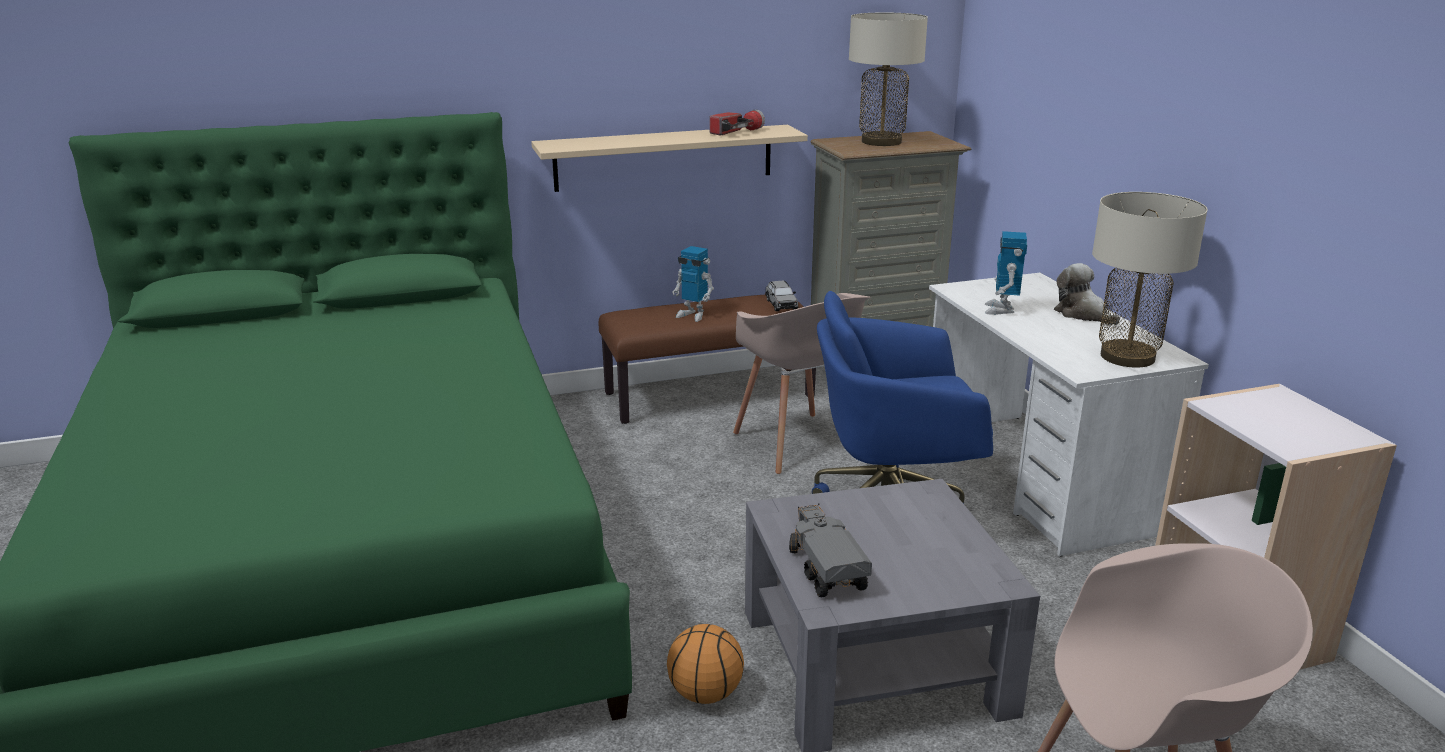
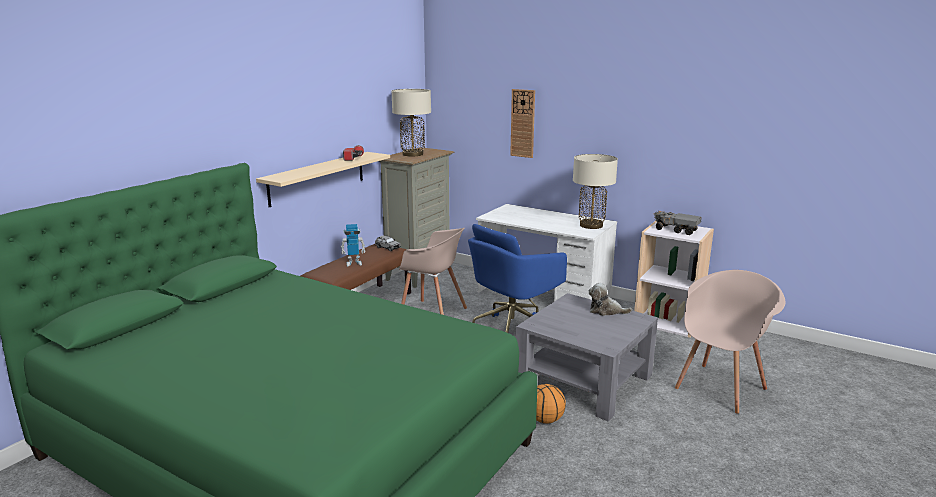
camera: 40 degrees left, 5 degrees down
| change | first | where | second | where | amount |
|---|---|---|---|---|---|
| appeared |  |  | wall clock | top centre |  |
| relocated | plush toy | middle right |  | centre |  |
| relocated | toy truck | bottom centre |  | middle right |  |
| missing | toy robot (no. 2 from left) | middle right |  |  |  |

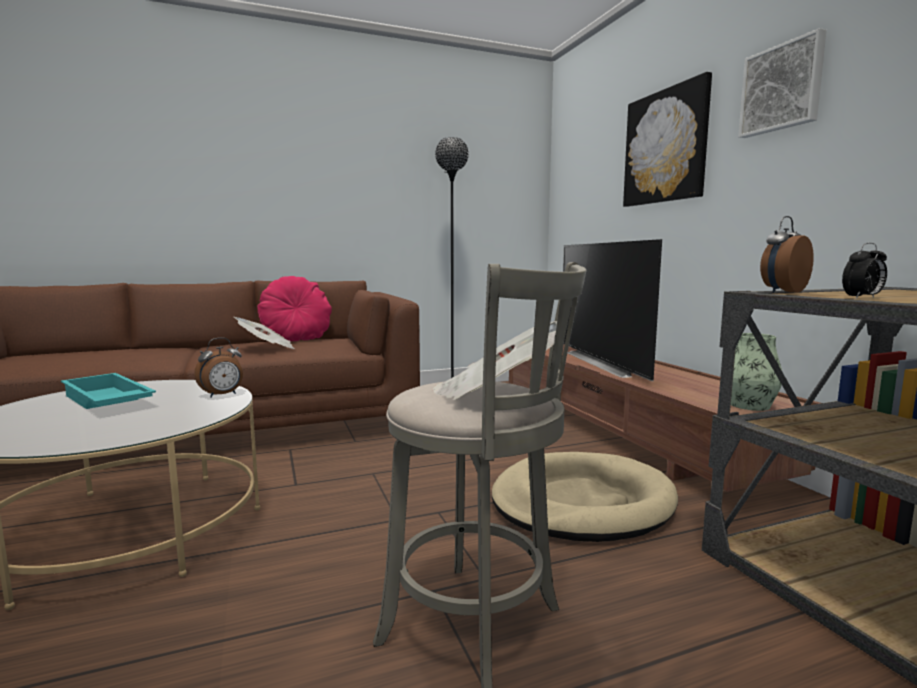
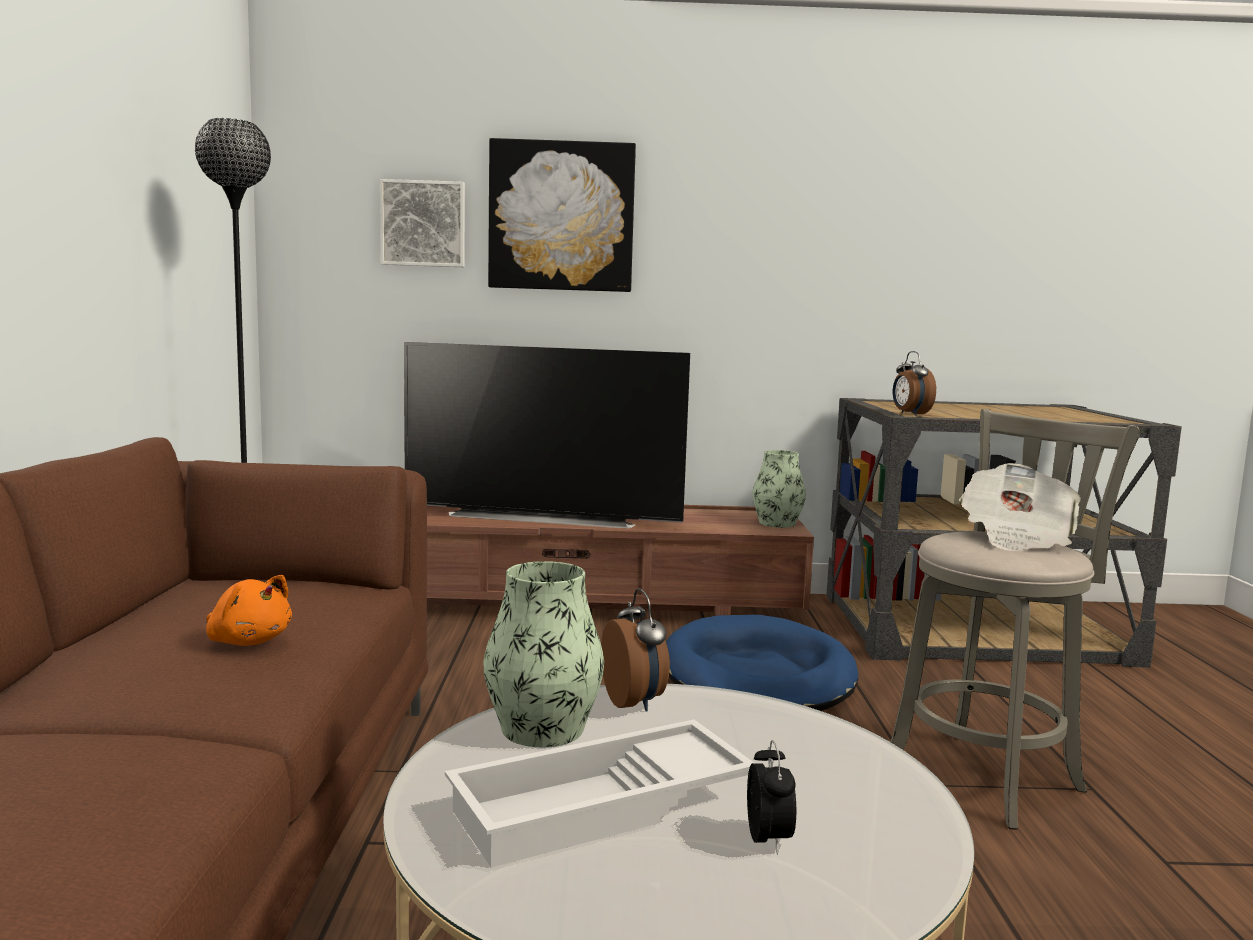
camera: 70 degrees left, 0 degrees up
| change | first | where | second | where | amount |
|---|---|---|---|---|---|
| exchanged | newspaper (no. 1 from left) | middle left | orange plush toy | middle left |  |
| relocated | picture (no. 2 from left in the first image) | top right | picture (no. 1 from left) | top centre |  |
| colour | turquoise tray | middle left | white tray | bottom centre |  |
| appeared |  |  | vase (no. 1 from left) | bottom centre |  |
| colour | beige dog bed | bottom centre | blue dog bed | bottom centre |  |
| relocated | alarm clock (no. 3 from left in the first image) | middle right | alarm clock (no. 2 from left) | bottom centre |  |
| missing | pink pillow | middle left |  |  |  |

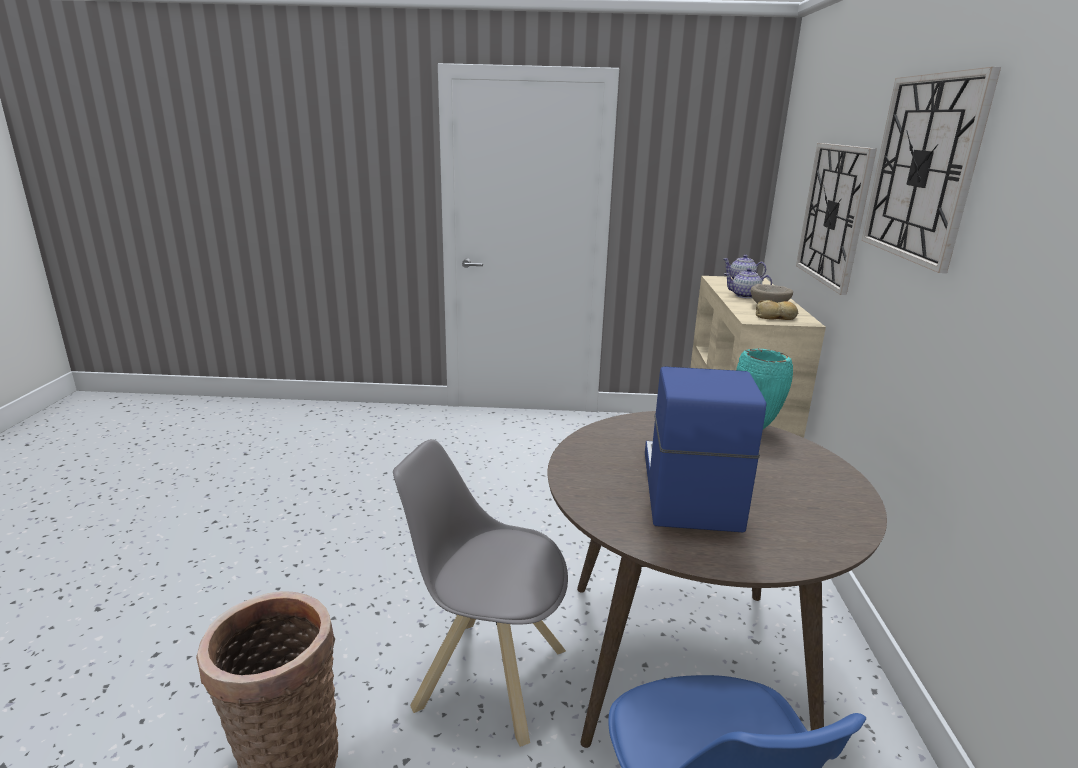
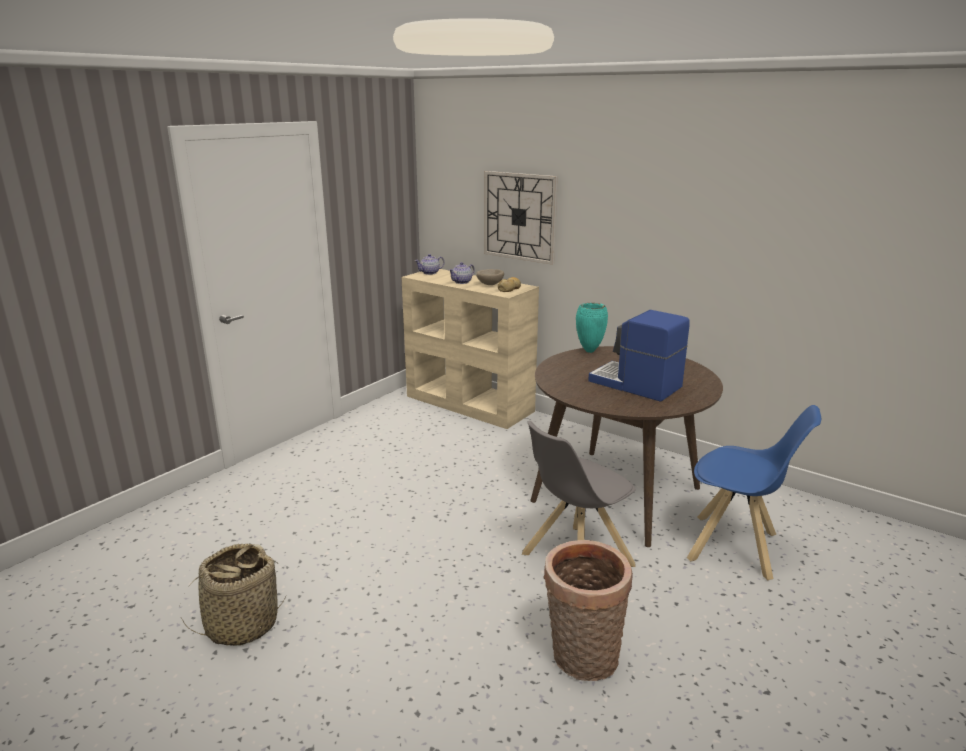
camera: 55 degrees left, 0 degrees up
| change | first | where | second | where | amount |
|---|---|---|---|---|---|
| appeared |  |  | basket (no. 1 from left) | bottom left |  |
| missing | wall clock (no. 2 from left) | top right |  |  |  |

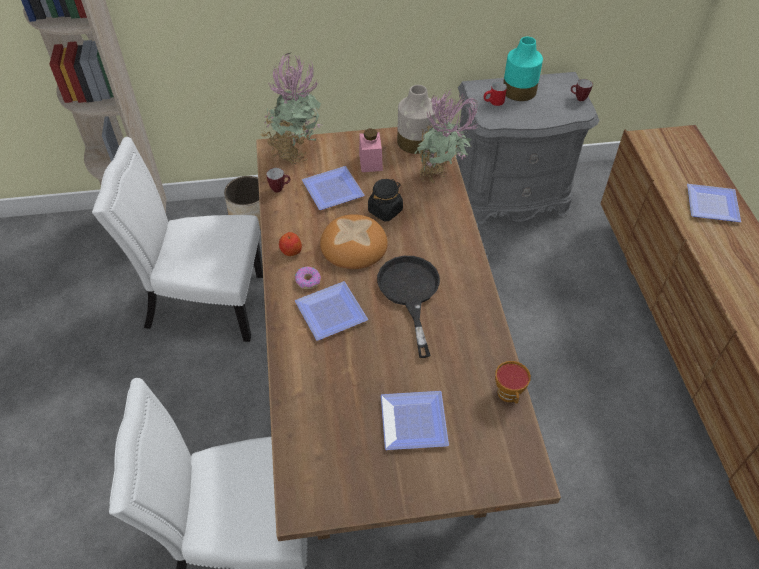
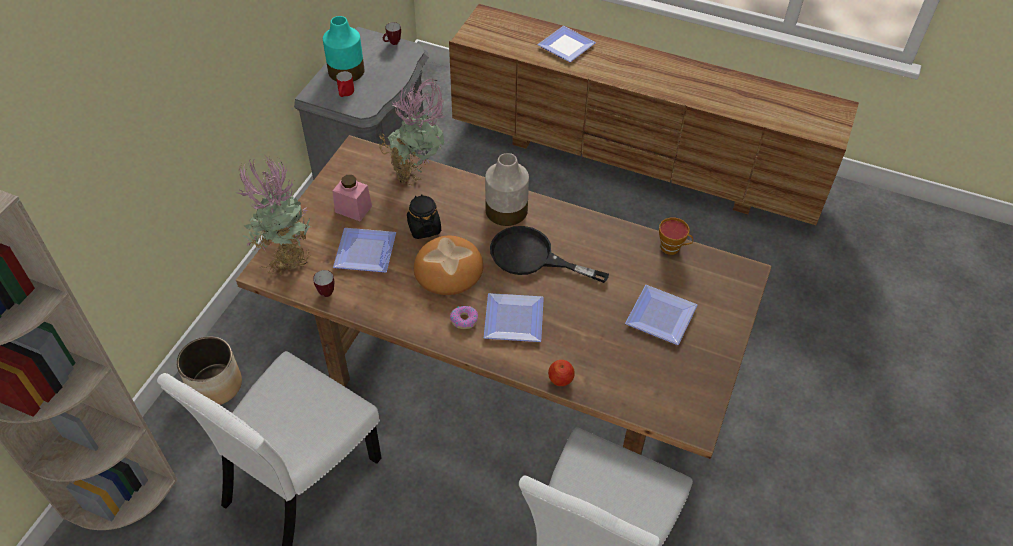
camera: 60 degrees left, 0 degrees up
| change | first | where | second | where | amount |
|---|---|---|---|---|---|
| relocated | beige vase | top centre |  | centre |  |
| relocated | apple | centre |  | bottom centre |  |

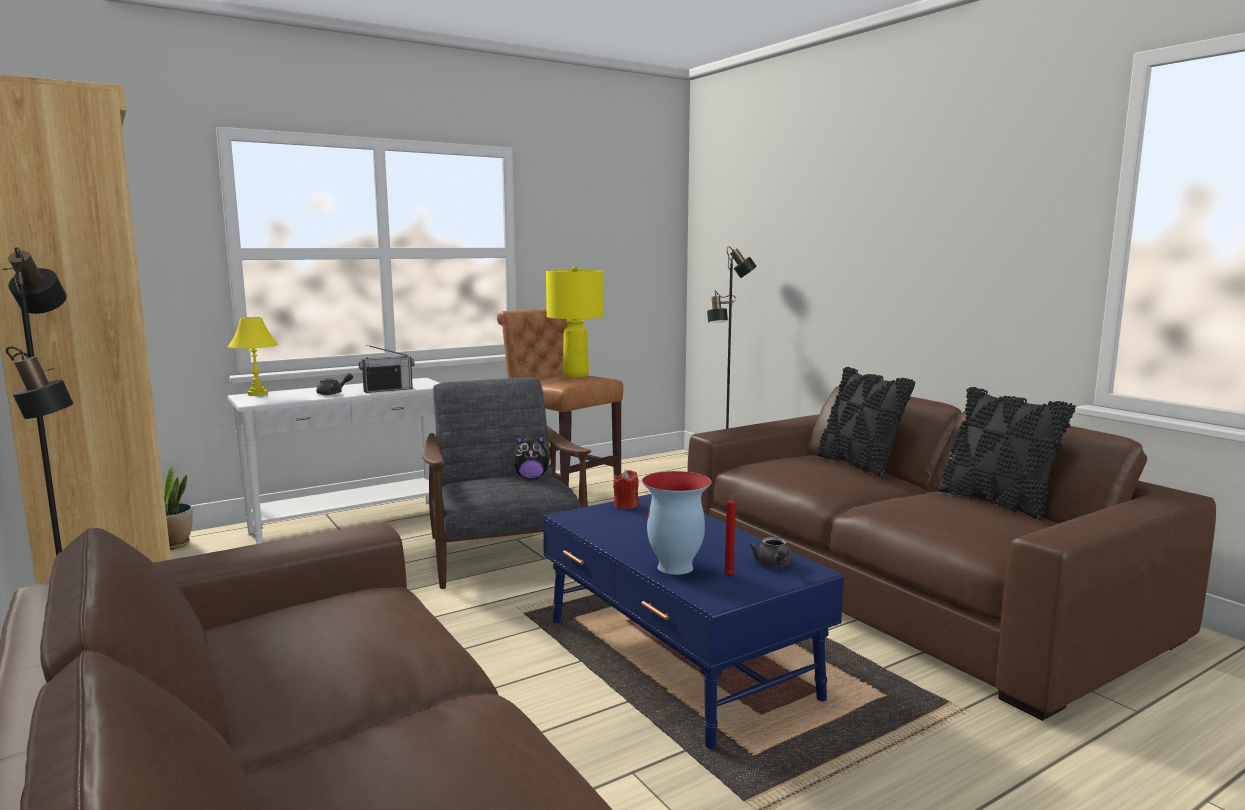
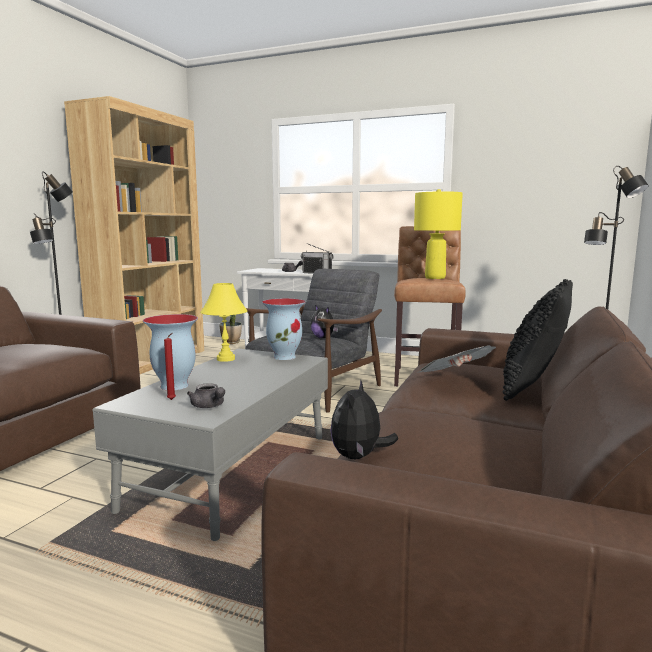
camera: 55 degrees right, 0 degrees up
| change | first | where | second | where | amount |
|---|---|---|---|---|---|
| colour | blue coffee table | bottom centre | grey coffee table | bottom left |  |
| spun | grey teapot (no. 2 from left in the first image) | bottom centre | grey teapot (no. 1 from left) | middle left | 90 degrees counterclockwise |
| relocated | yellow table lamp (no. 1 from left) | middle left |  | centre |  |
| exchanged | red candle (no. 1 from left) | centre | vase (no. 2 from left) | centre |  |
| appeared |  |  | plush toy (no. 2 from left) | centre |  |
| appeared |  |  | newspaper | middle right |  |
| missing | black pillow (no. 2 from left) | middle right |  |  |  |

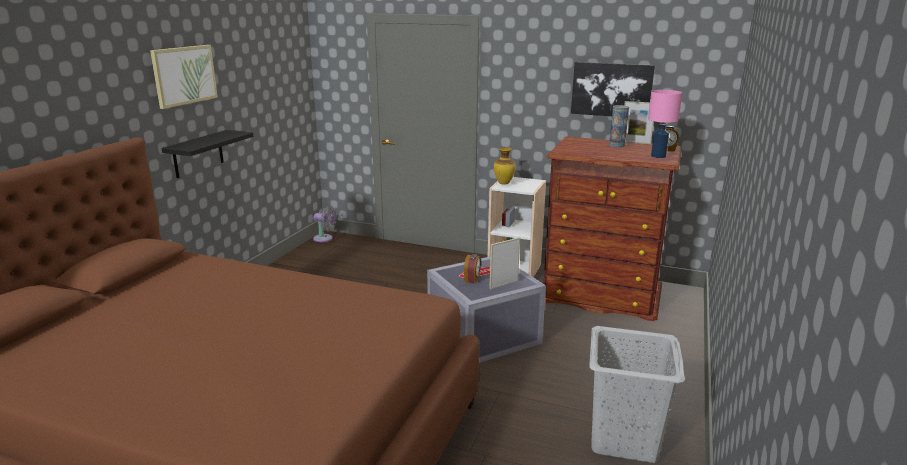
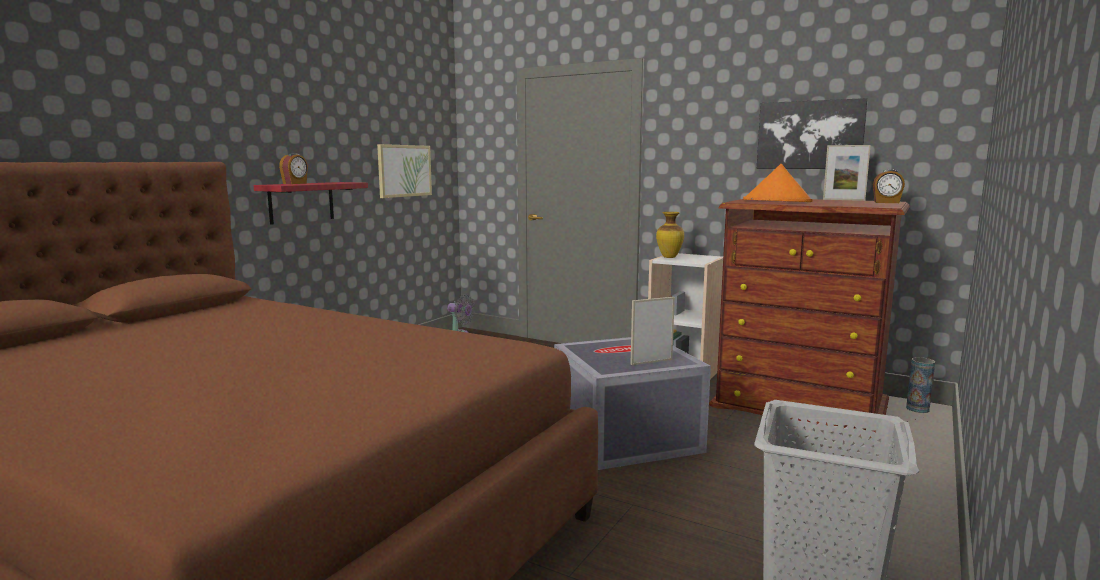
camera: 10 degrees right, 10 degrees down
| change | first | where | second | where | amount |
|---|---|---|---|---|---|
| colour | black shelf | top left | red shelf | middle left |  |
| relocated | alarm clock (no. 1 from left) | centre |  | top left |  |
| relocated | picture (no. 1 from left) | top left |  | top centre |  |
| appeared |  |  | orange hat | top right |  |
| relocated | vase (no. 2 from left) | top right |  | middle right |  |
| missing | pink table lamp | top right |  |  |  |

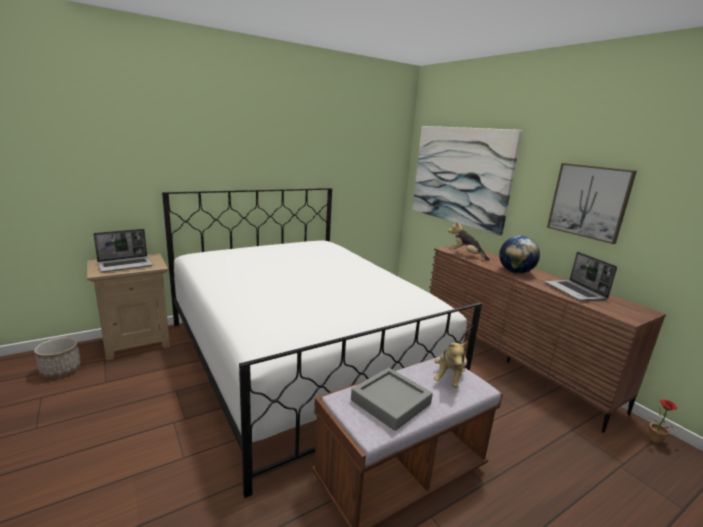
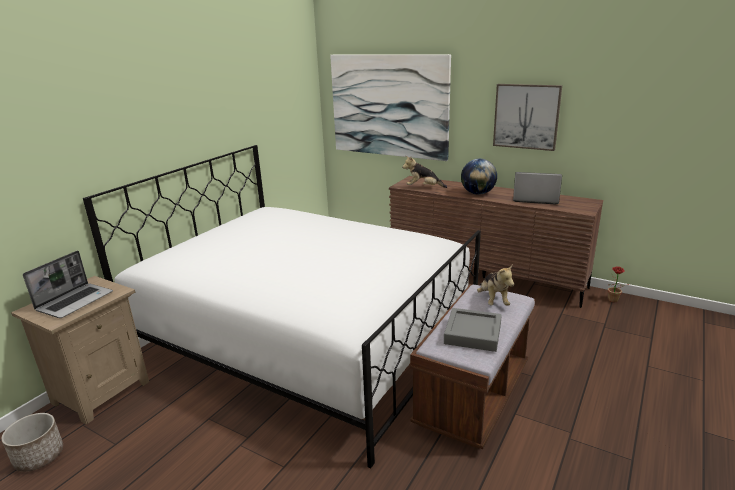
camera: 25 degrees left, 5 degrees up
| change | first | where | second | where | amount |
|---|---|---|---|---|---|
| spun | laptop (no. 2 from left) | middle right |  | middle right | 150 degrees clockwise |

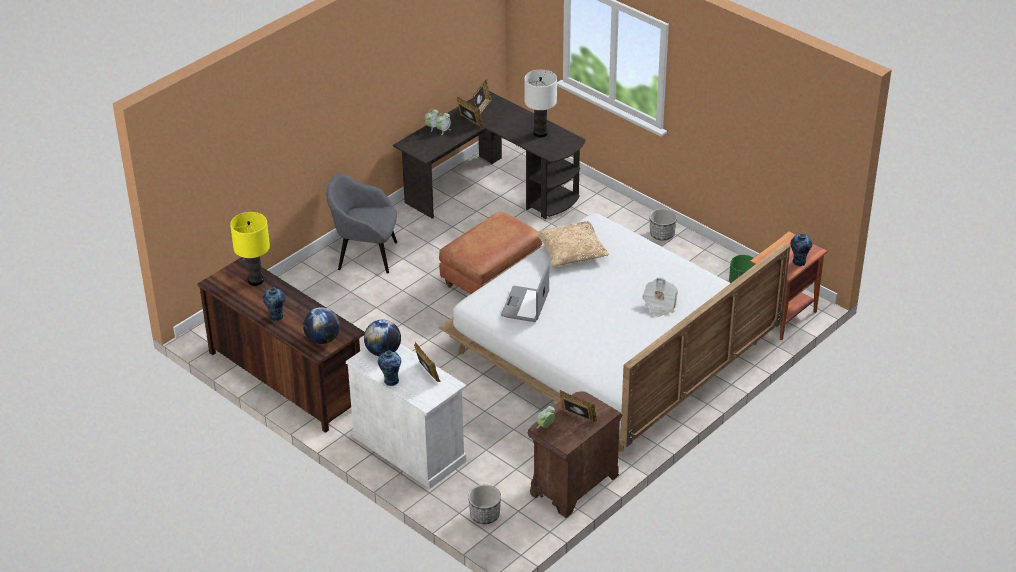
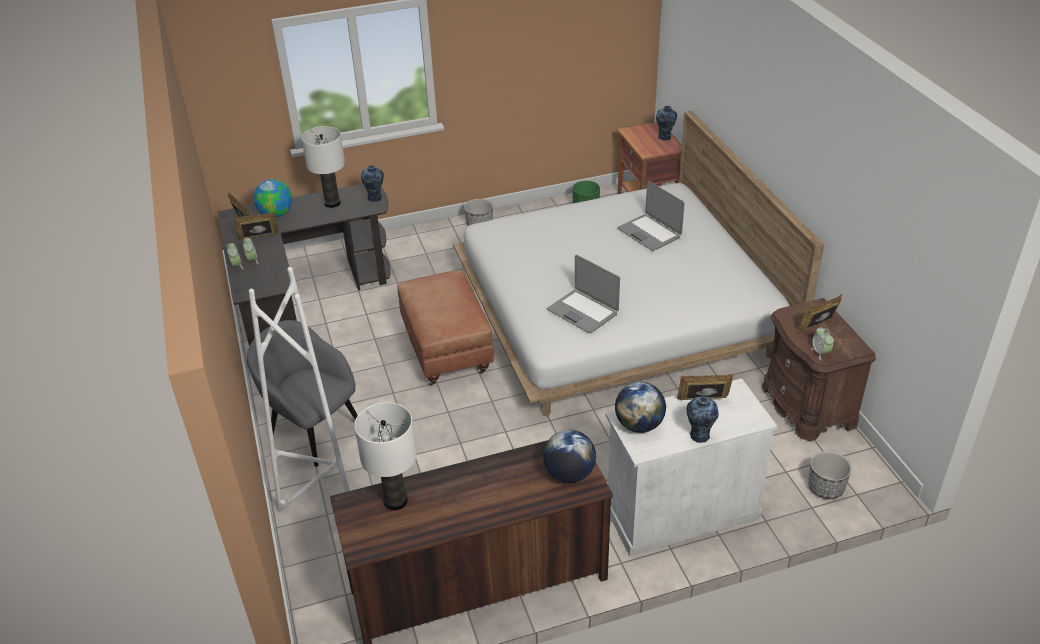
camera: 60 degrees left, 0 degrees up
| change | first | where | second | where | amount |
|---|---|---|---|---|---|
| spun | grey armchair | centre |  | middle left | 90 degrees clockwise |
| appeared |  |  | white clothes rack | middle left |  |
| appeared |  |  | globe (no. 1 from left) | top left |  |
| colour | yellow table lamp | middle left | white table lamp (no. 2 from left) | bottom centre |  |
| relocated | vase (no. 1 from left) | middle left |  | top centre |  |
| exchanged | newspaper | centre | laptop (no. 2 from left) | centre |  |
| missing | beige pillow | centre |  |  |  |

